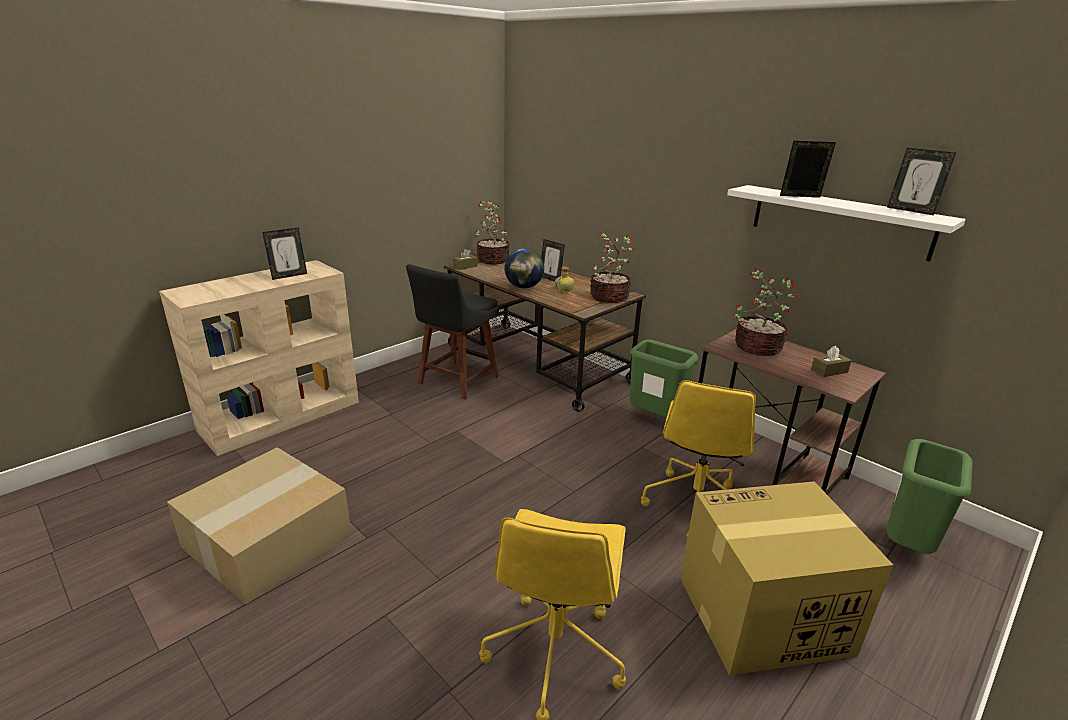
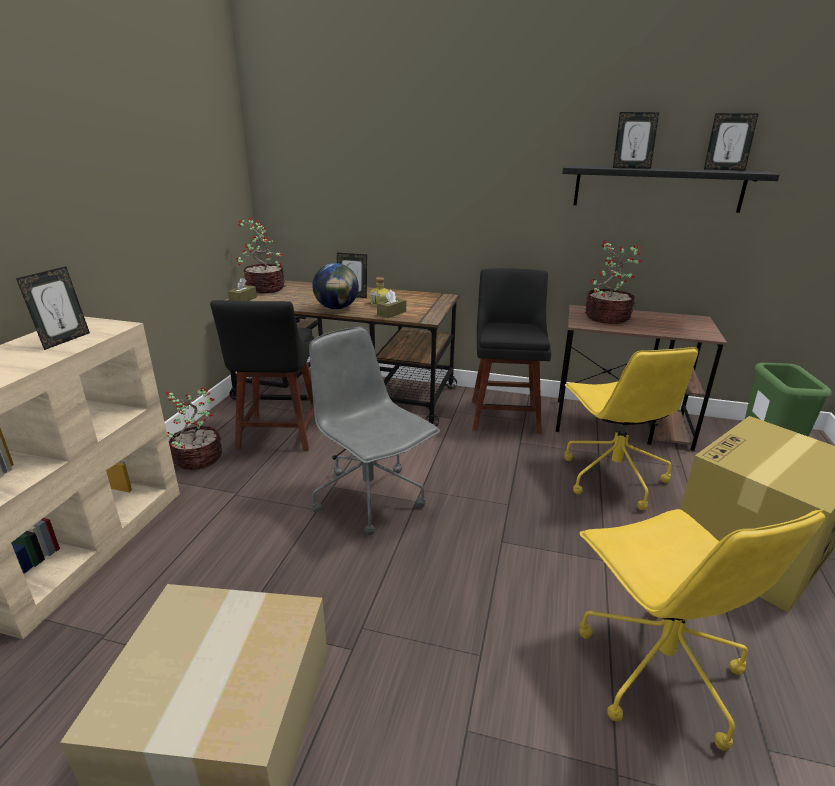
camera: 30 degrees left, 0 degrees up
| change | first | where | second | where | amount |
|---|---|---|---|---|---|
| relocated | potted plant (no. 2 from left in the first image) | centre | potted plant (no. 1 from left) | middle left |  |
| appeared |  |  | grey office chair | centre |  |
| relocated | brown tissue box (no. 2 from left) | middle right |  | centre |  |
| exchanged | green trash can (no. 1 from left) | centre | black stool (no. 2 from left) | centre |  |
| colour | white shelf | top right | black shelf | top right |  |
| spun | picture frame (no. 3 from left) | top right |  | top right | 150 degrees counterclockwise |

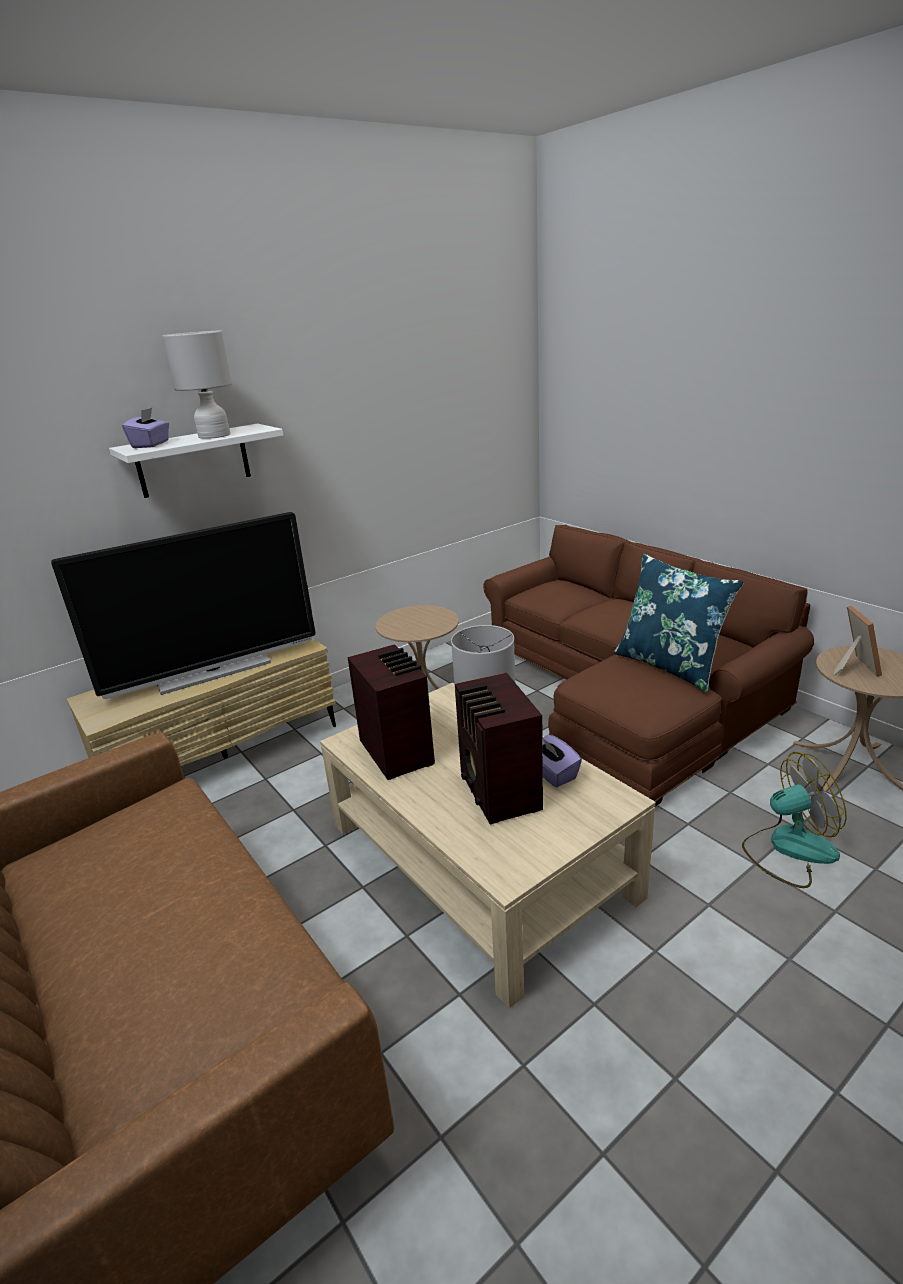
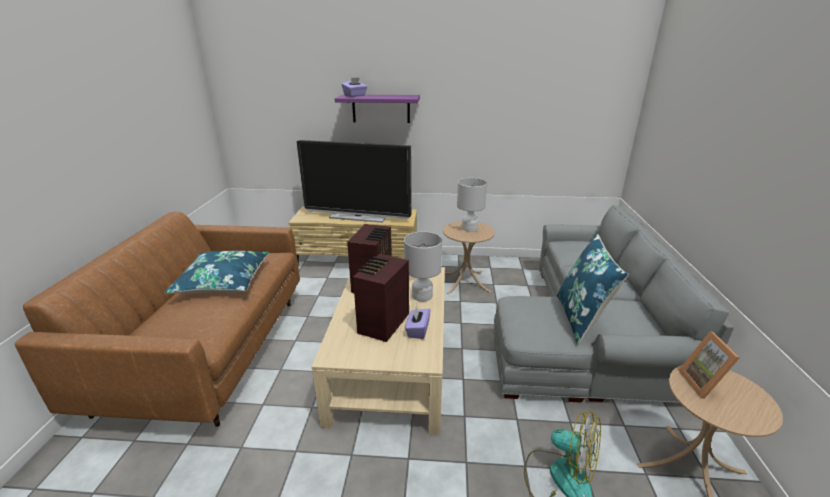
camera: 40 degrees right, 0 degrees up
| change | first | where | second | where | amount |
|---|---|---|---|---|---|
| appeared |  |  | blue pillow (no. 1 from left) | middle left |  |
| colour | white shelf | middle left | purple shelf | top centre |  |
| relocated | grey table lamp (no. 1 from left in the first image) | top left | grey table lamp (no. 2 from left) | centre |  |
| colour | brown sofa (no. 2 from left) | middle right | grey sofa | middle right |  |
| spun | picture frame | middle right |  | bottom right | 135 degrees clockwise |

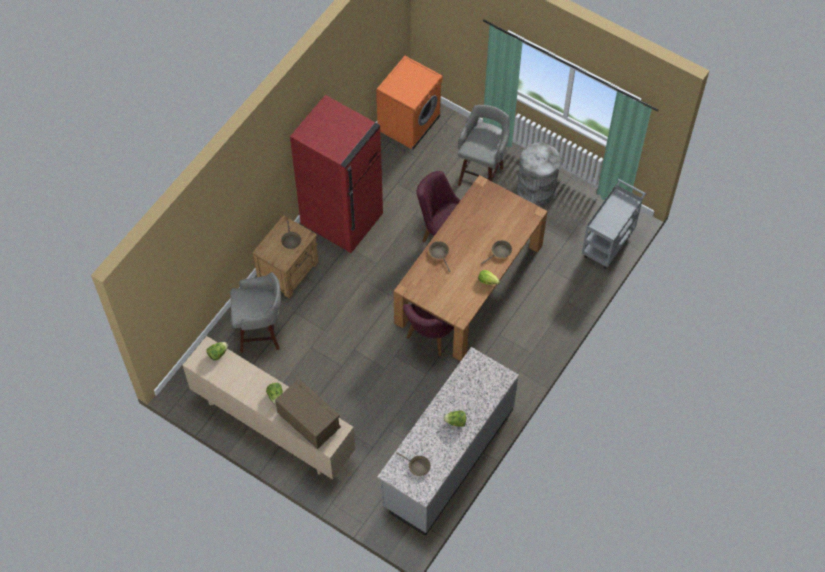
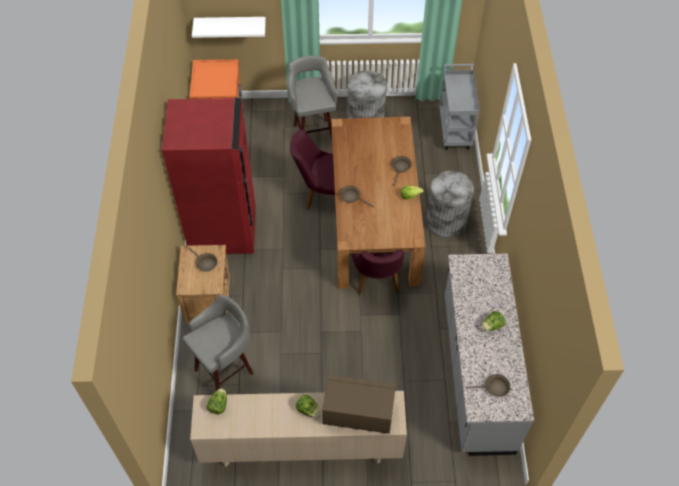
camera: 35 degrees left, 5 degrees down
| change | first | where | second | where | amount |
|---|---|---|---|---|---|
| appeared |  |  | white shelf | top centre |  |
| appeared |  |  | grey trash can (no. 2 from left) | centre |  |

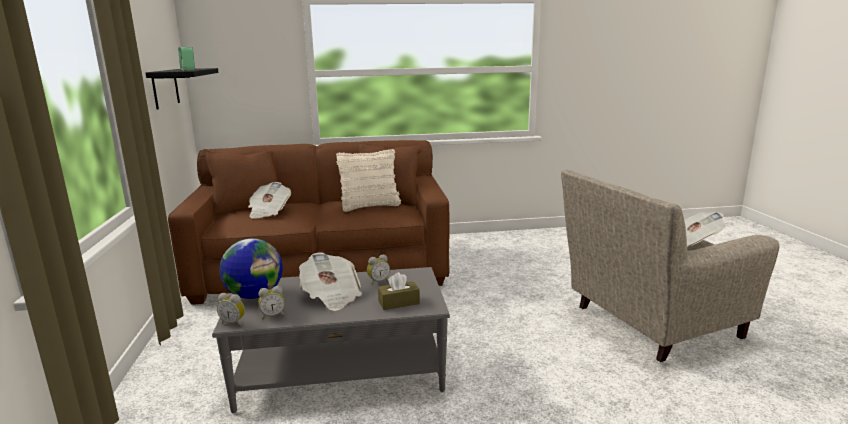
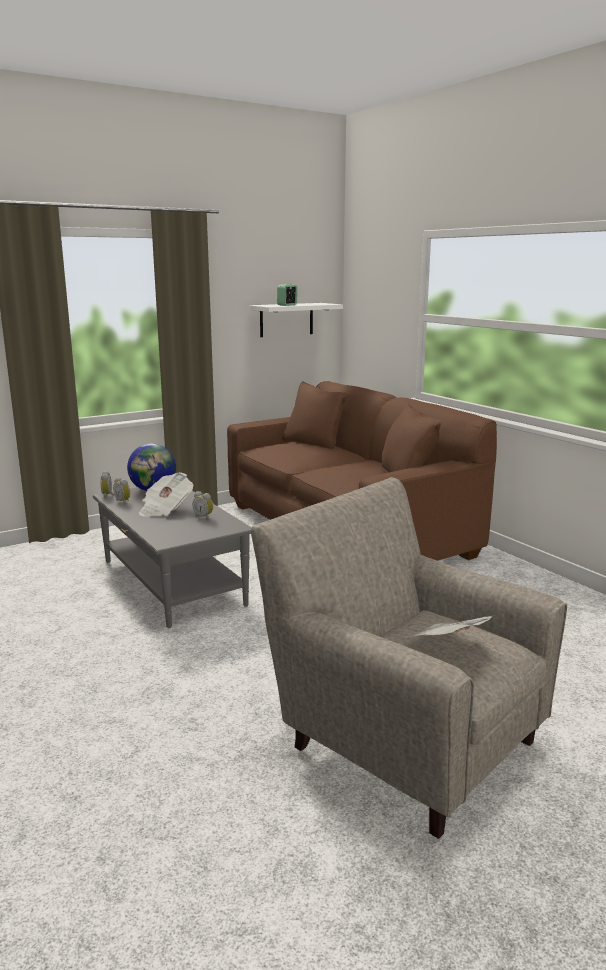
camera: 65 degrees right, 0 degrees up
| change | first | where | second | where | amount |
|---|---|---|---|---|---|
| colour | black shelf | top left | white shelf | top centre |  |
| missing | newspaper (no. 1 from left) | middle left |  |  |  |
| missing | beige pillow | centre |  |  |  |
| missing | brown tissue box | bottom centre |  |  |  |

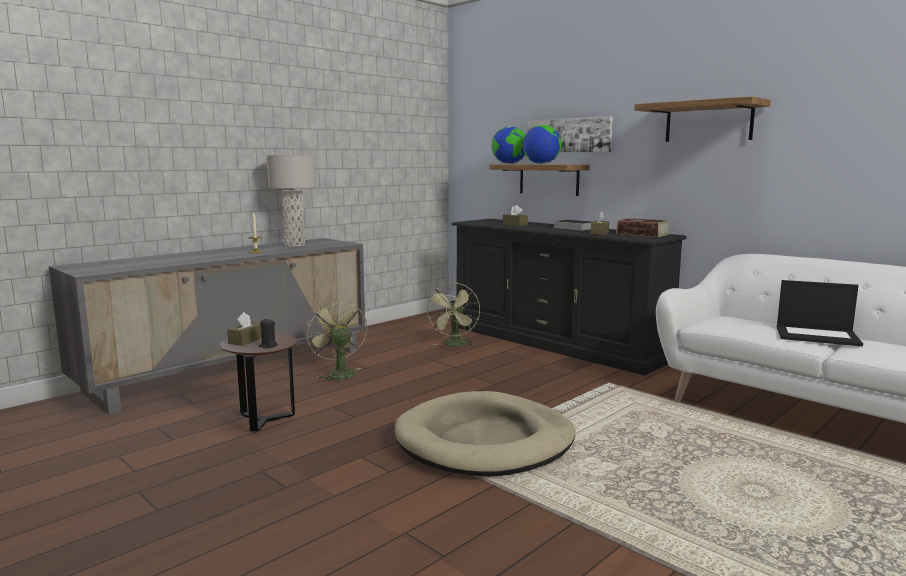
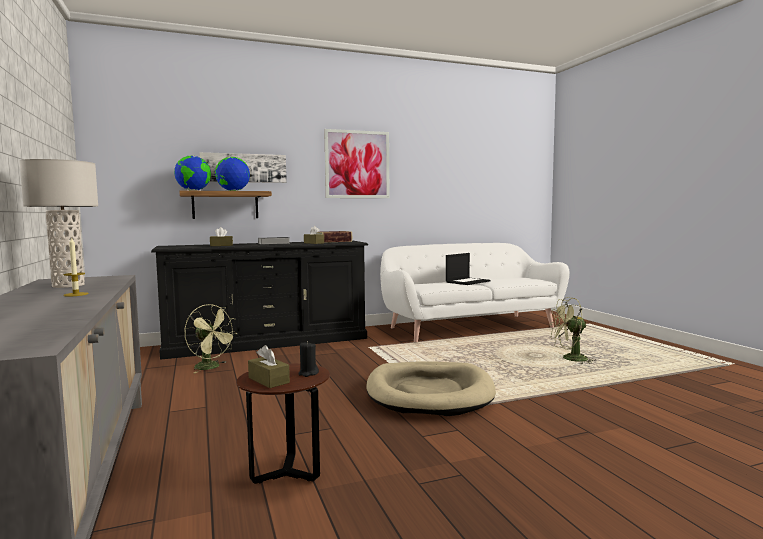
camera: 65 degrees left, 5 degrees down
| change | first | where | second | where | amount |
|---|---|---|---|---|---|
| exchanged | shelf (no. 2 from left) | top right | picture (no. 2 from left) | top centre |  |
| relocated | green fan (no. 1 from left in the first image) | centre | green fan (no. 2 from left) | middle right |  |

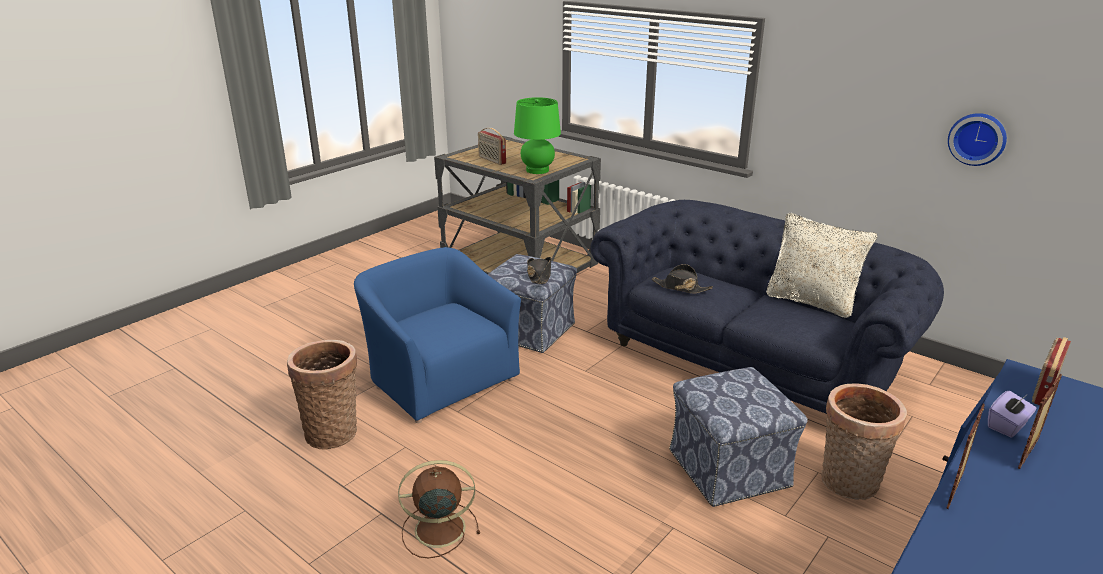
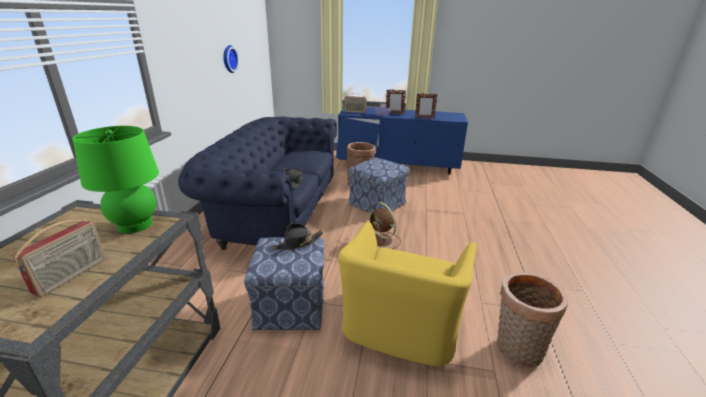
camera: 120 degrees left, 0 degrees up
| change | first | where | second | where | amount |
|---|---|---|---|---|---|
| colour | blue armchair | centre | yellow armchair | bottom centre |  |
| relocated | brown fan | bottom centre |  | centre |  |
| missing | beige pillow | middle right |  |  |  |

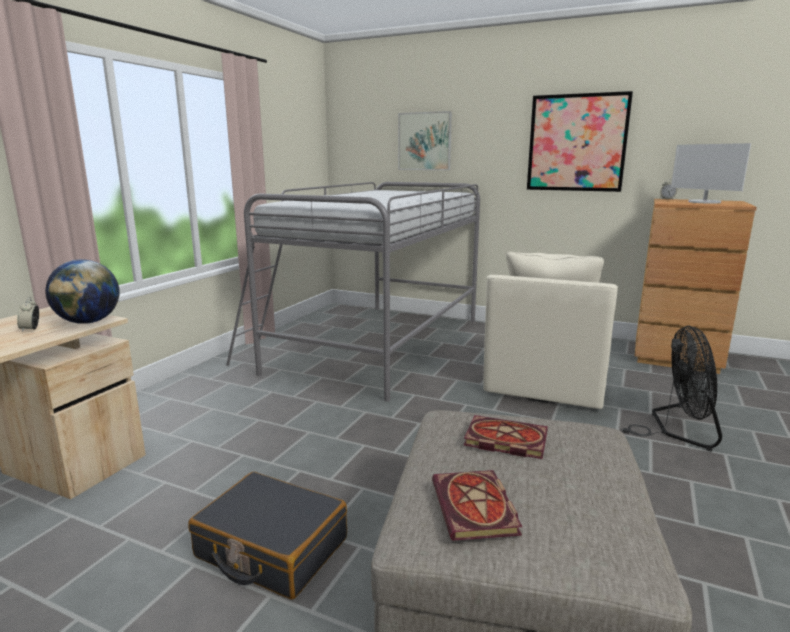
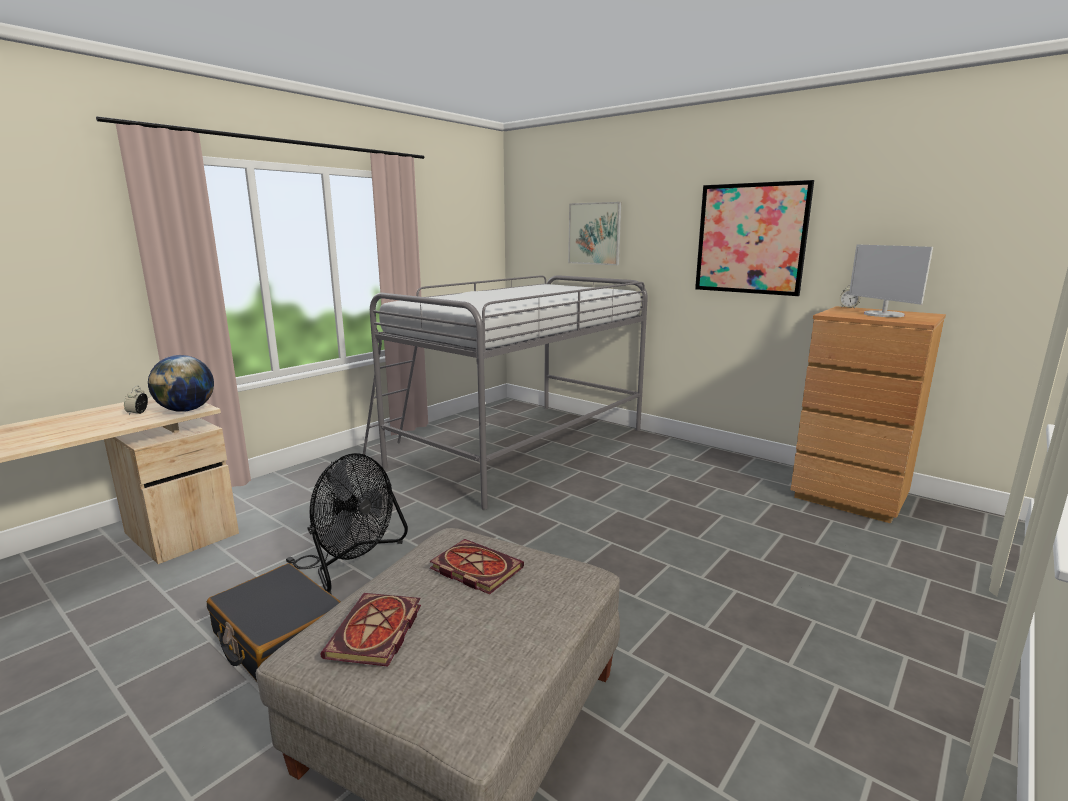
camera: 15 degrees right, 0 degrees up
| change | first | where | second | where | amount |
|---|---|---|---|---|---|
| relocated | black fan | middle right |  | middle left |  |
| missing | beige armchair | middle right |  |  |  |

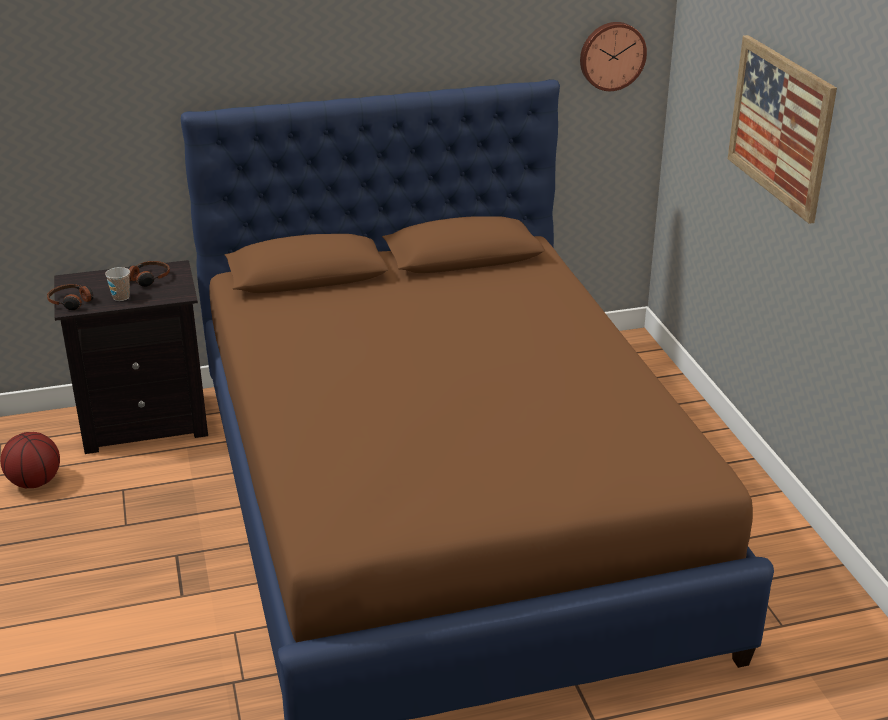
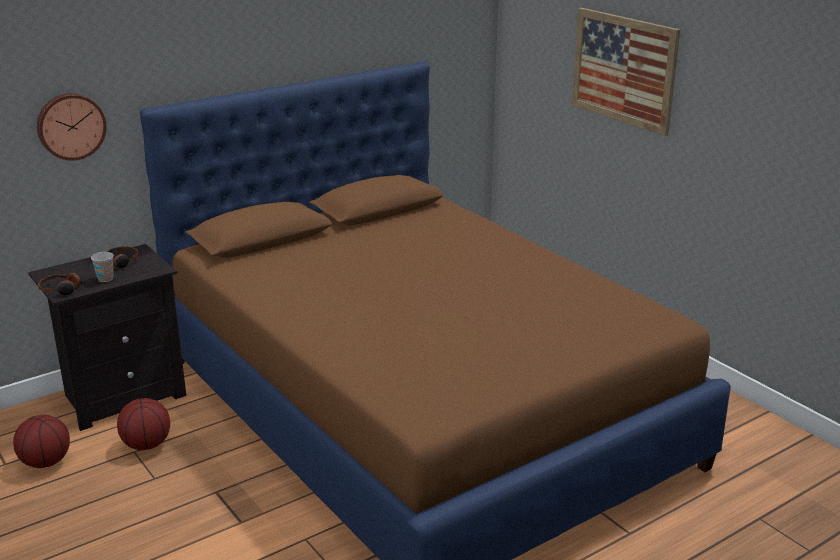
camera: 20 degrees left, 5 degrees down
| change | first | where | second | where | amount |
|---|---|---|---|---|---|
| relocated | wall clock | top right |  | top left |  |
| appeared |  |  | basketball (no. 2 from left) | bottom left |  |

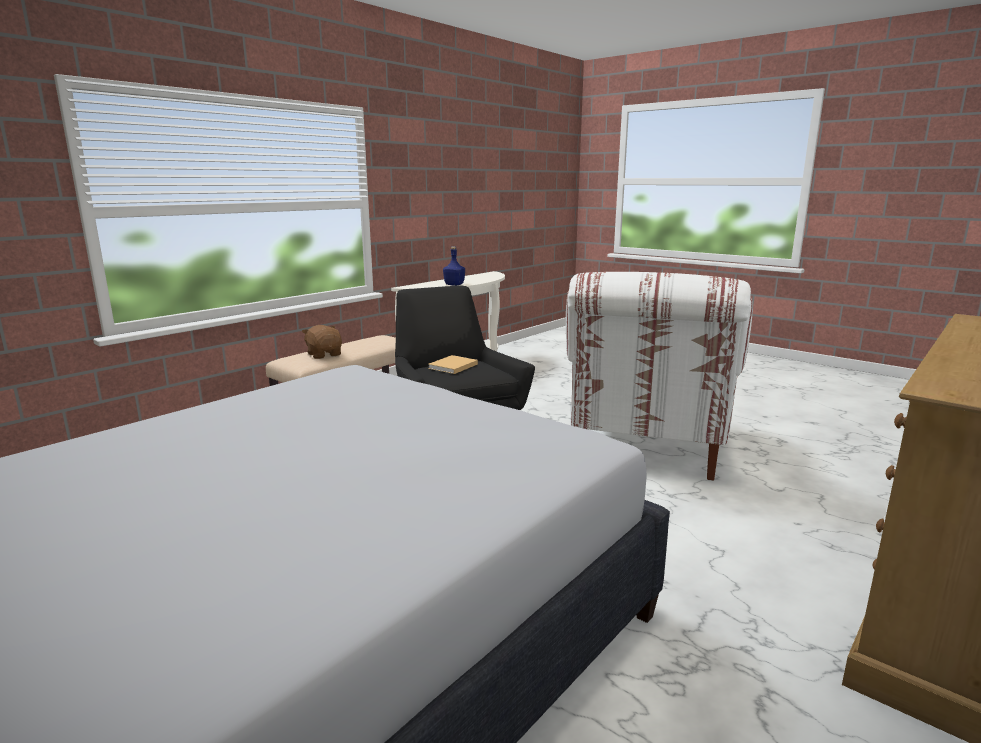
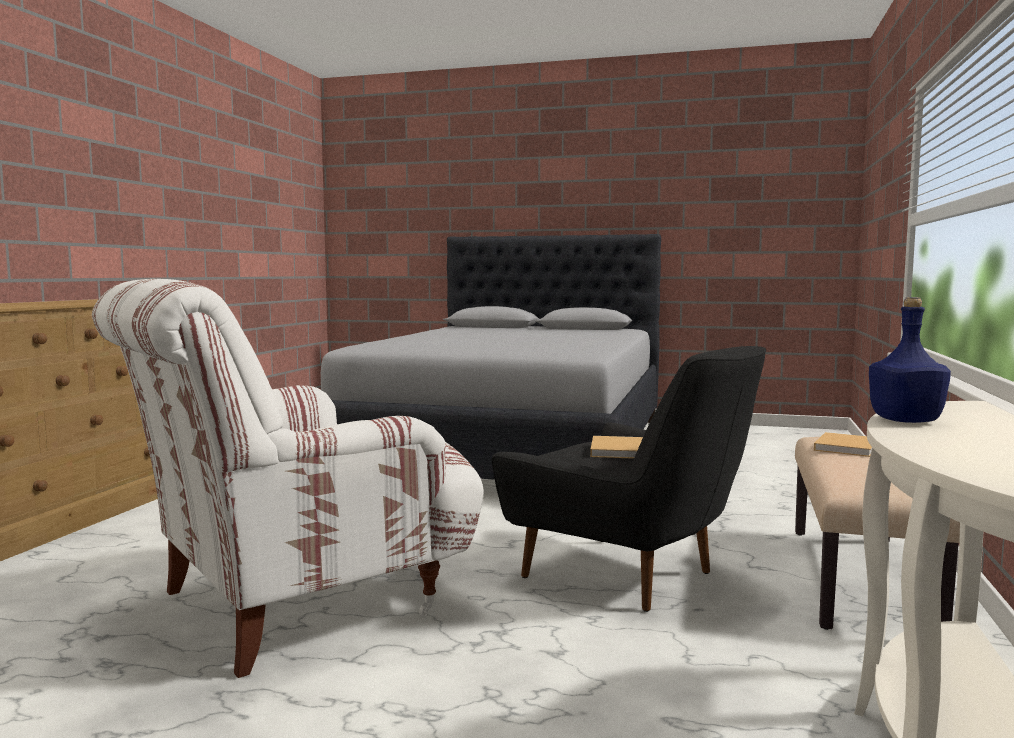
camera: 155 degrees right, 10 degrees down
| change | first | where | second | where | amount |
|---|---|---|---|---|---|
| spun | white armchair | middle right |  | middle left | 120 degrees counterclockwise |
| exchanged | brown plush toy | middle left | beige book (no. 2 from left) | middle right |  |

